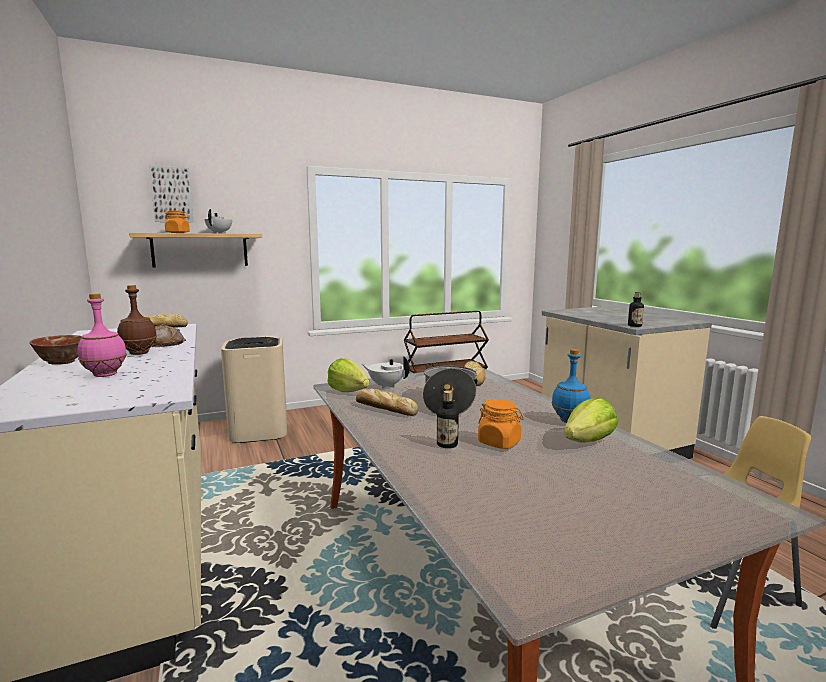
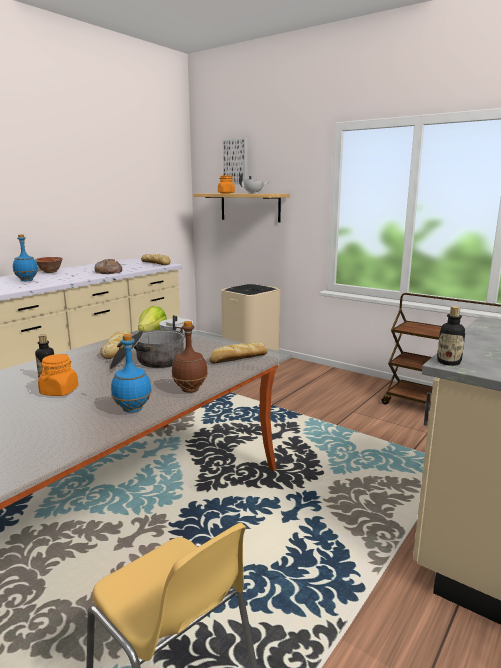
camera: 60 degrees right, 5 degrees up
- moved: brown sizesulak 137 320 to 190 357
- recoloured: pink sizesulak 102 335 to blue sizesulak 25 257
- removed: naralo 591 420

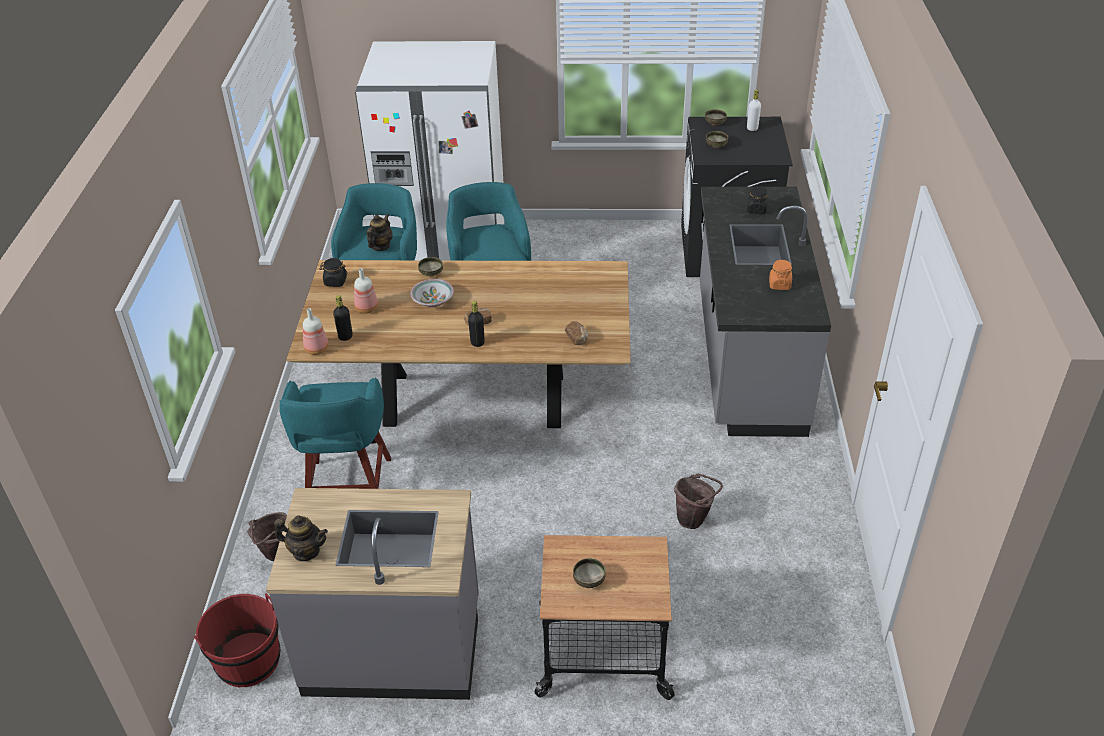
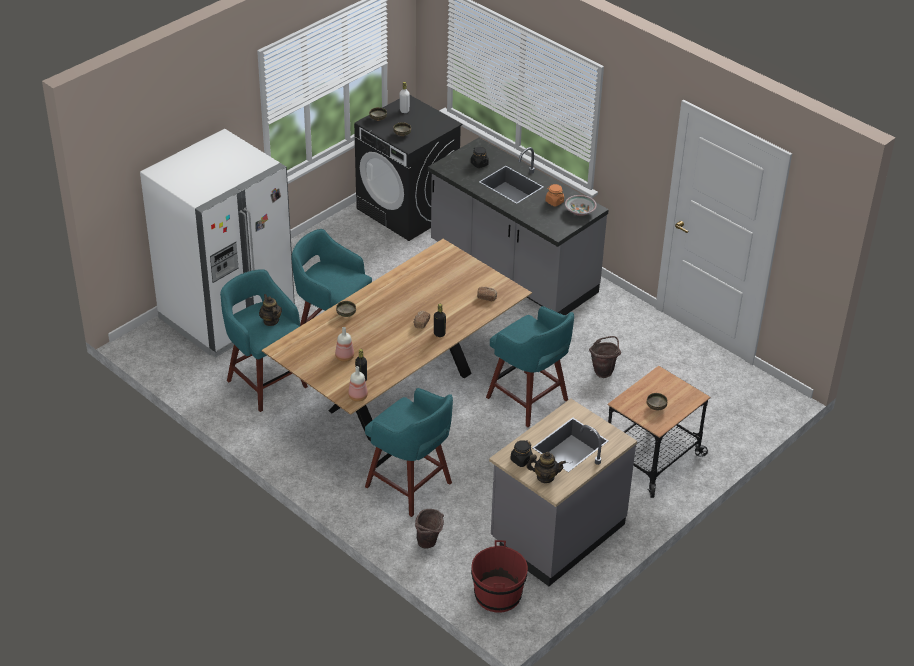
camera: 50 degrees left, 0 degrees up
- moved: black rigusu 333 272 to 522 453
- moved: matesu 432 293 to 581 205
- turned: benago 301 538 = 546 467 45 degrees clockwise
- added: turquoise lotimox 530 366

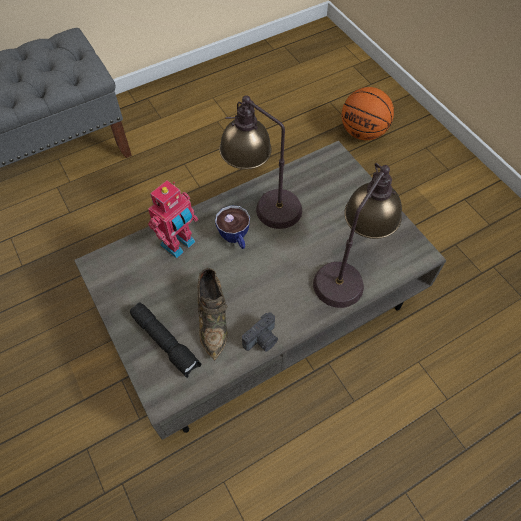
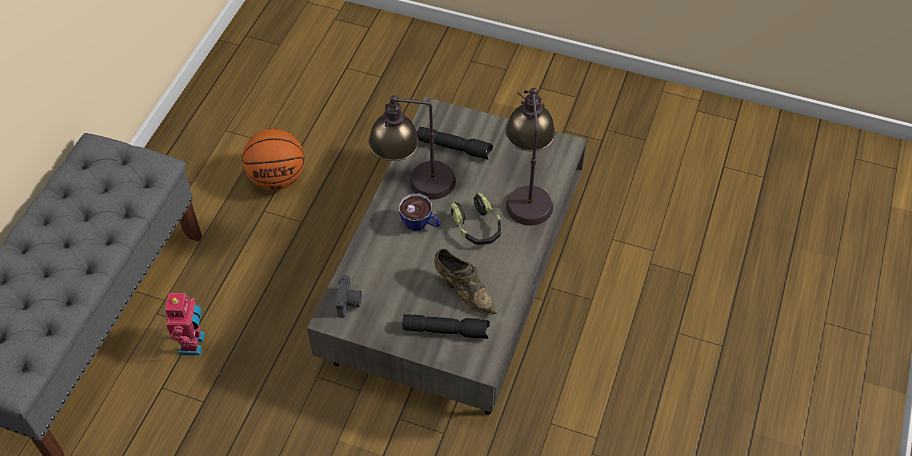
camera: 40 degrees left, 5 degrees down
- moved: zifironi 368 113 to 273 159
- moved: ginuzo 173 219 to 185 323
- moved: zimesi 260 332 to 349 296
- added: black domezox 454 143
- added: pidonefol 475 219

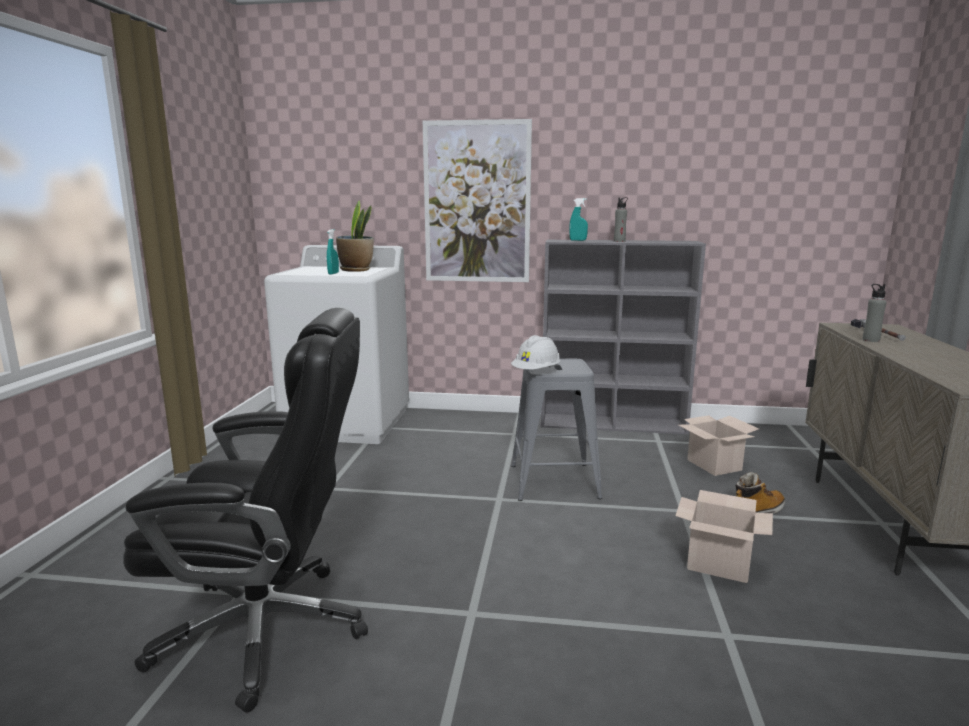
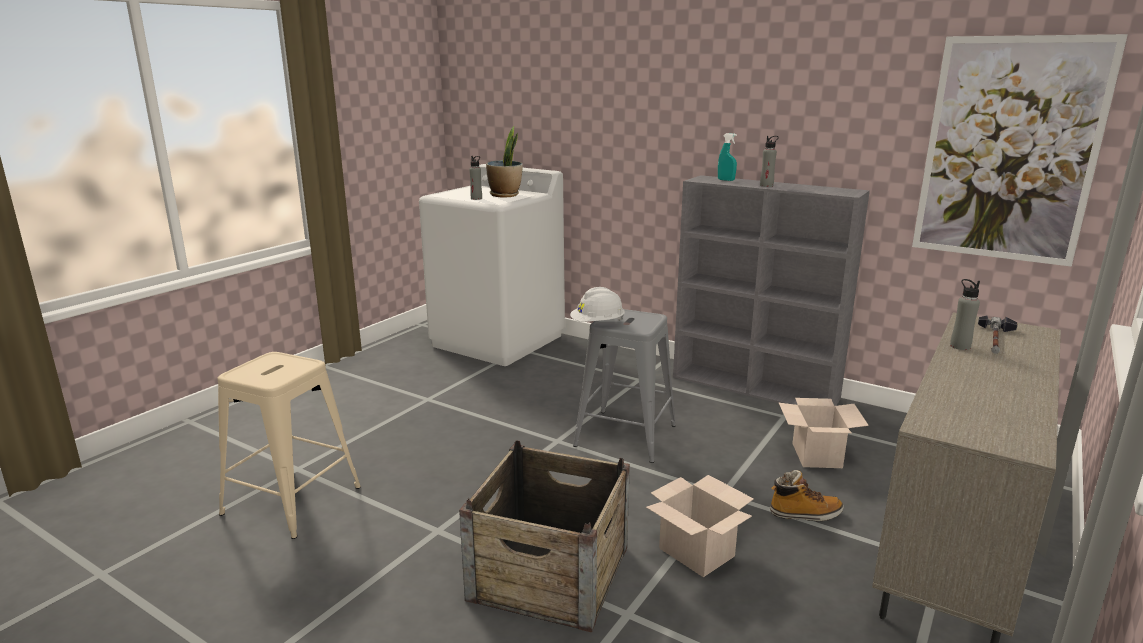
camera: 25 degrees right, 5 degrees up
- moved: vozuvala 477 200 to 1020 150
- replaced: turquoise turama 333 251 to grey sizesulak 475 178
- replaced: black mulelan 245 510 to beige lotimox 289 445
- added: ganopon 544 536

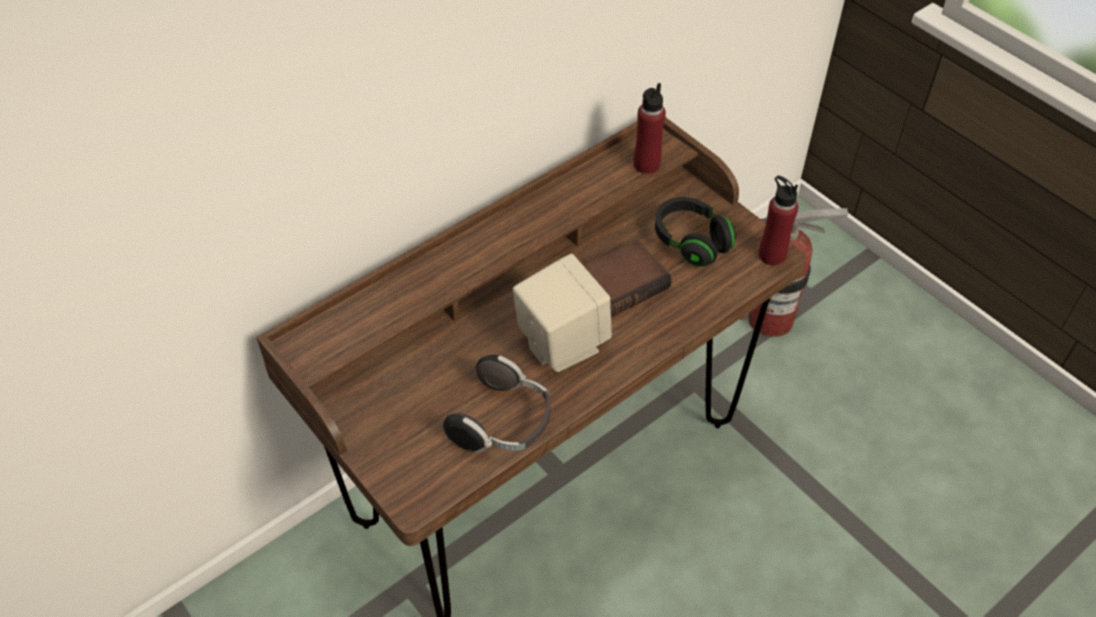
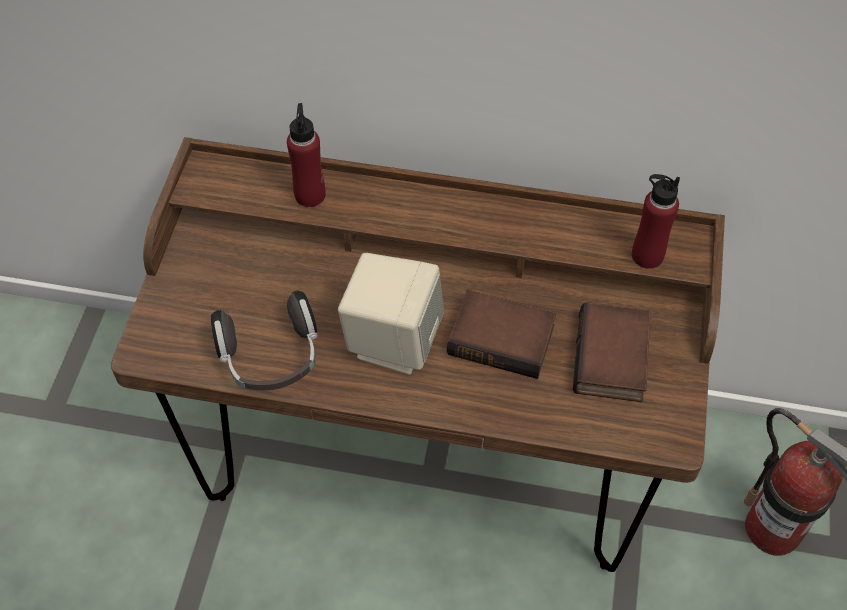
camera: 50 degrees right, 5 degrees up
- moved: red sizesulak 778 221 to 306 155
- replaced: black pidonefol 695 232 to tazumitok 612 352

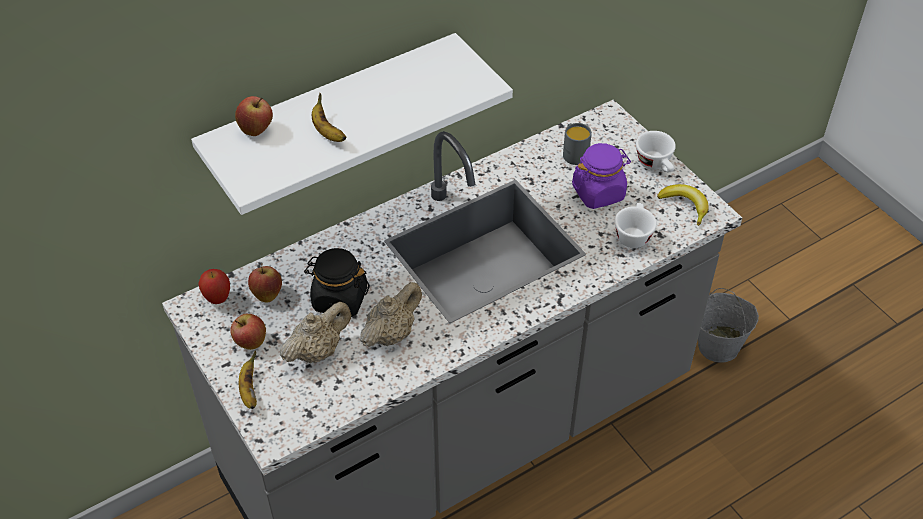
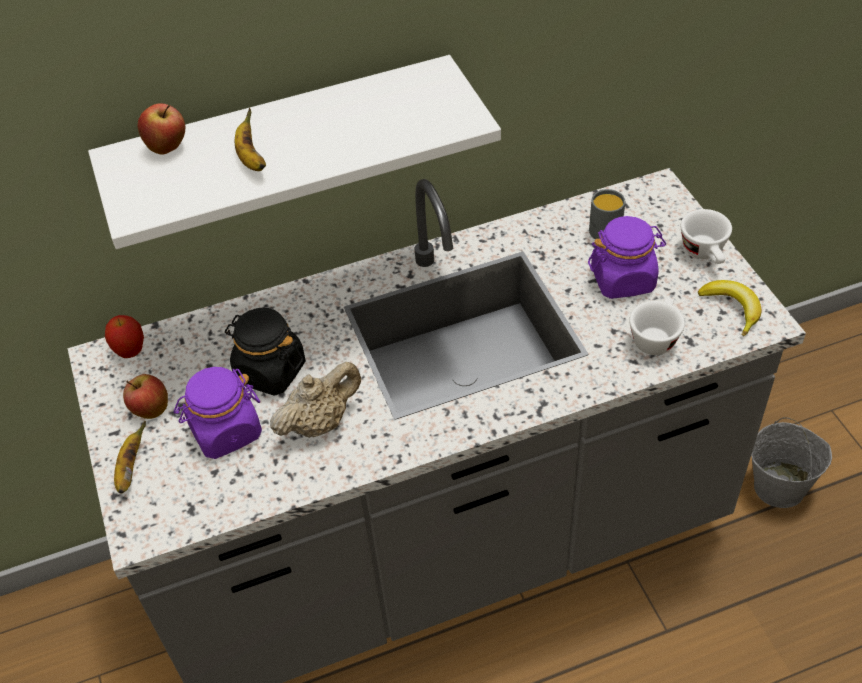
camera: 15 degrees right, 0 degrees up
- removed: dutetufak 265 283
- replaced: beige benago 315 332 to purple rigusu 218 413

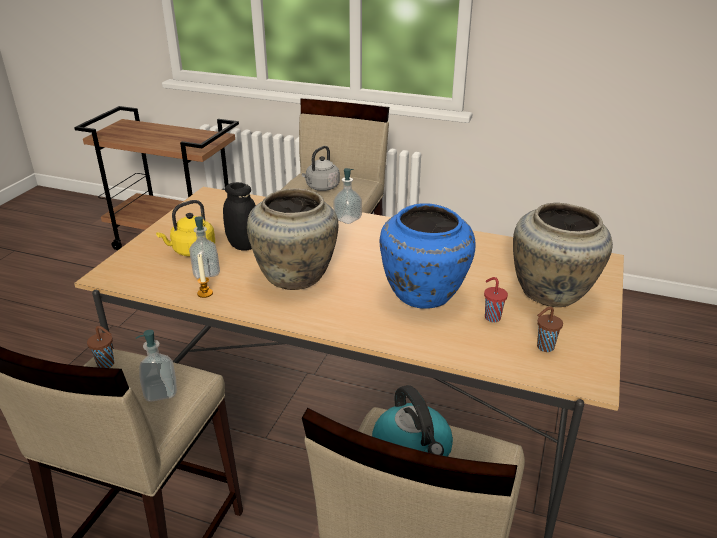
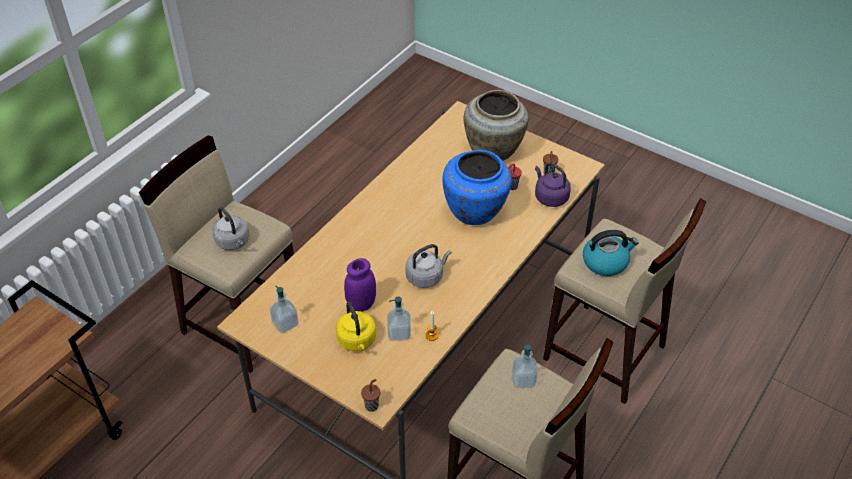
camera: 75 degrees left, 15 degrees up
- moved: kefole 347 196 to 284 309
- recoloured: black rigusu 239 216 to purple rigusu 360 285
- replaced: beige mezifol 292 239 to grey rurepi 428 266
- moved: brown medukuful 100 347 to 370 395
- added: purple rurepi 553 185

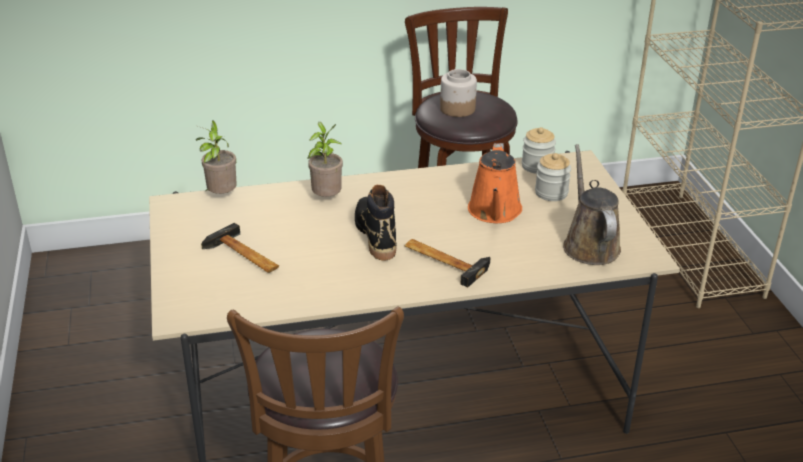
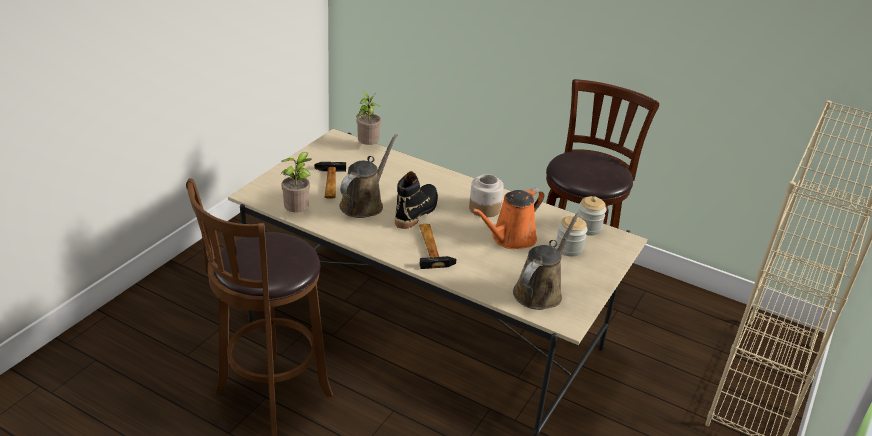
camera: 40 degrees right, 0 degrees up
- moved: rigusu 458 93 to 486 195
- moved: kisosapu 325 159 to 296 182
- added: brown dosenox 368 176

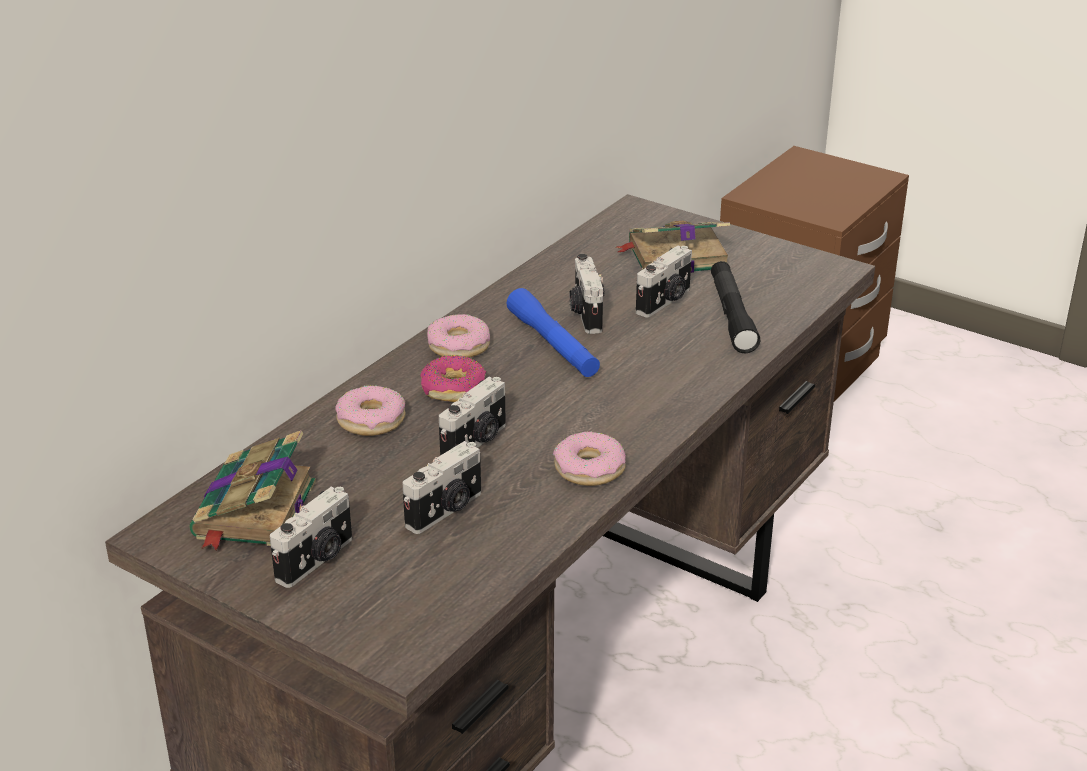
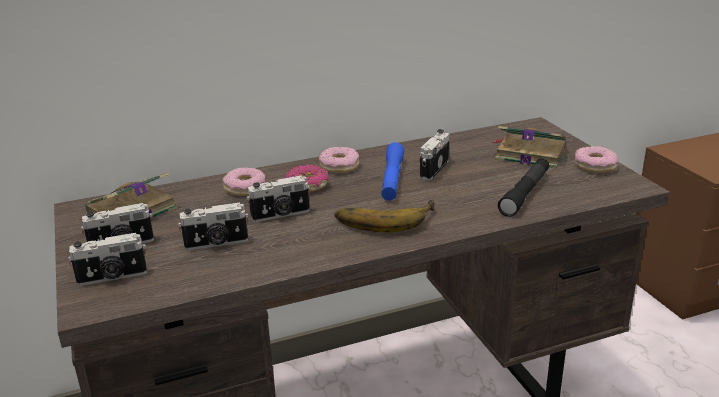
camera: 35 degrees right, 5 degrees down
- moved: zimesi 664 281 to 107 259
- moved: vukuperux 589 458 to 596 159
- added: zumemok 384 216

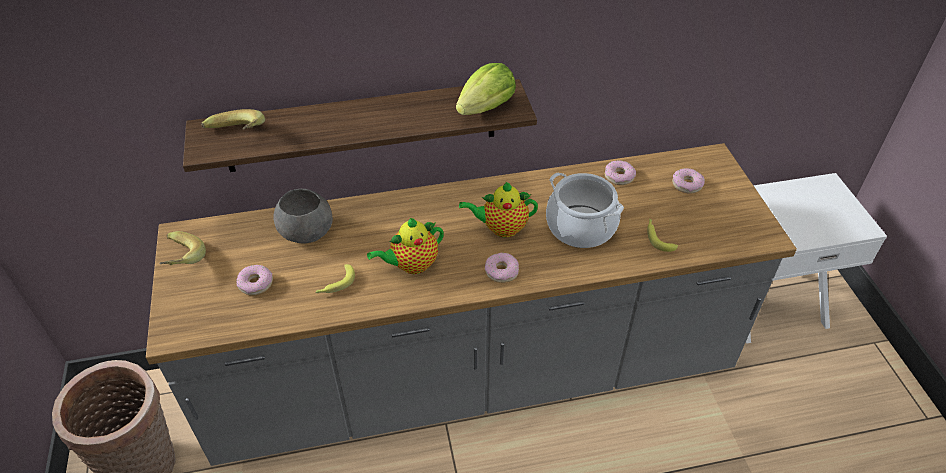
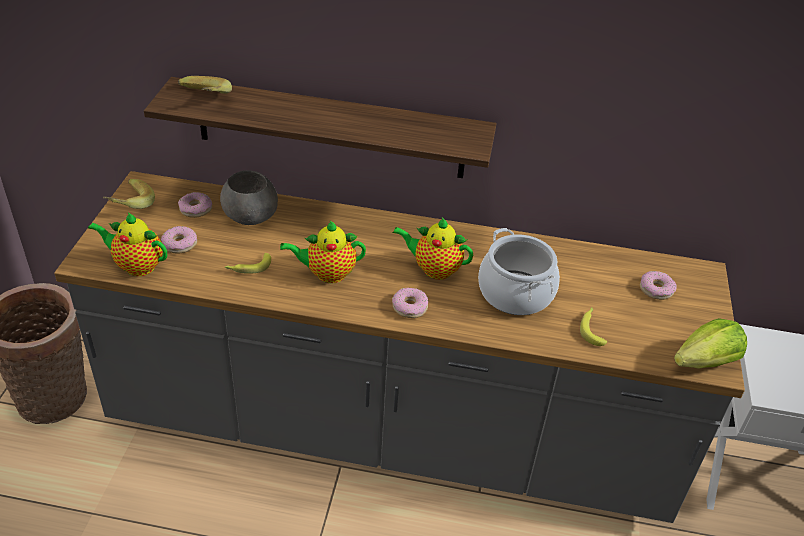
camera: 20 degrees right, 5 degrees down
- moved: naralo 486 89 to 710 343
- moved: vukuperux 620 172 to 195 205
- added: benago 127 244

